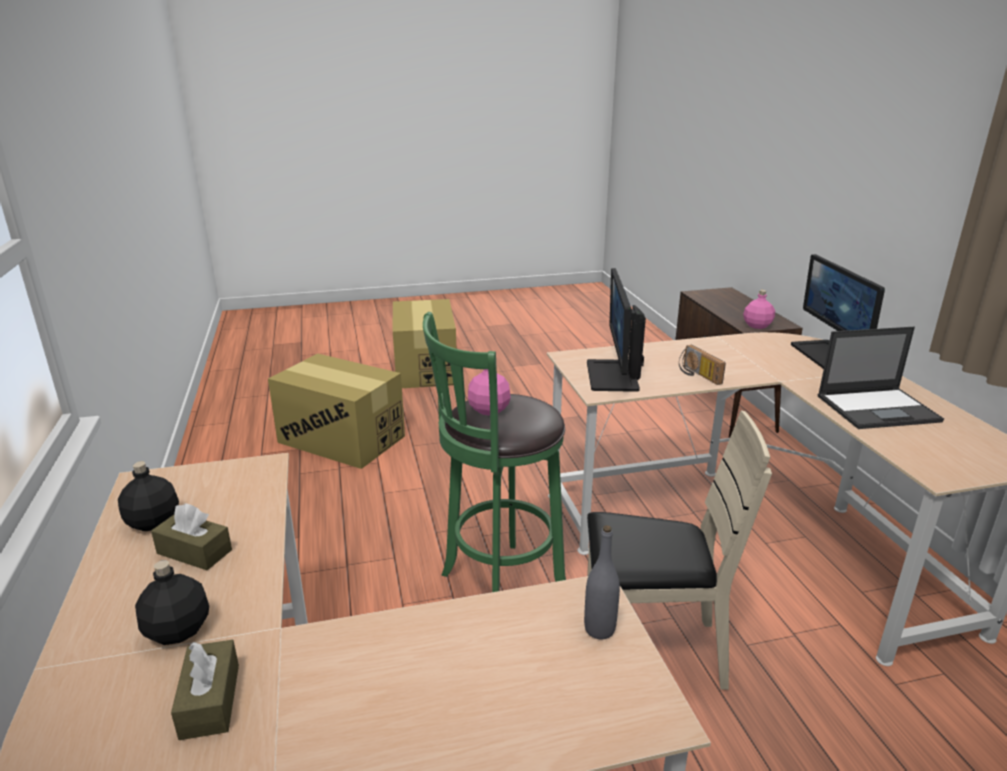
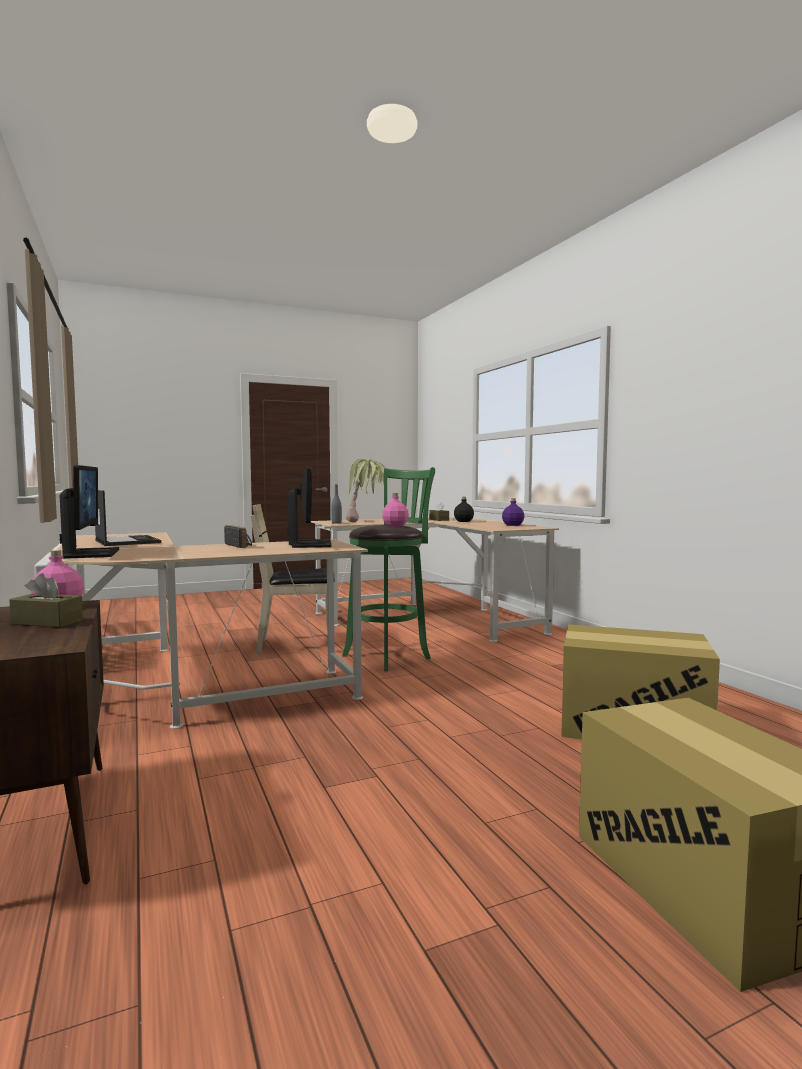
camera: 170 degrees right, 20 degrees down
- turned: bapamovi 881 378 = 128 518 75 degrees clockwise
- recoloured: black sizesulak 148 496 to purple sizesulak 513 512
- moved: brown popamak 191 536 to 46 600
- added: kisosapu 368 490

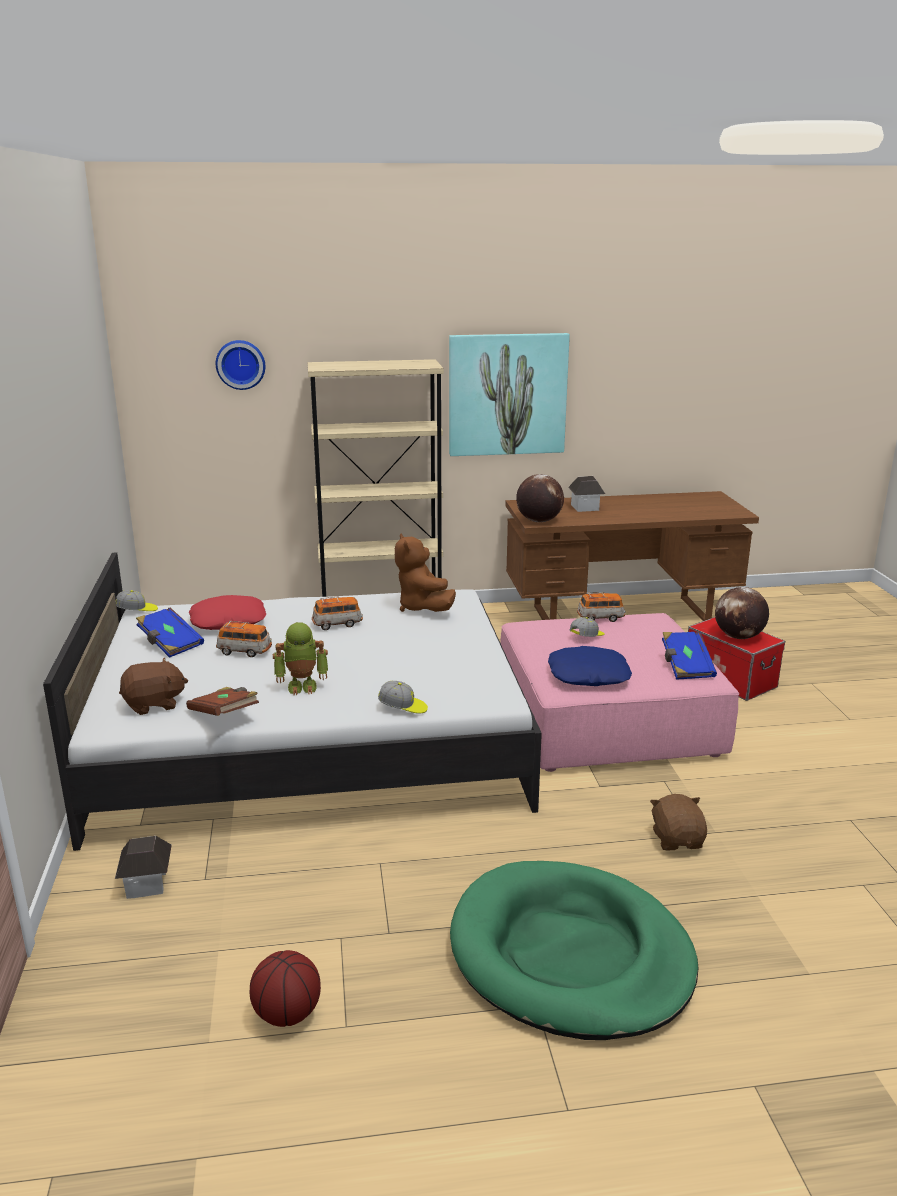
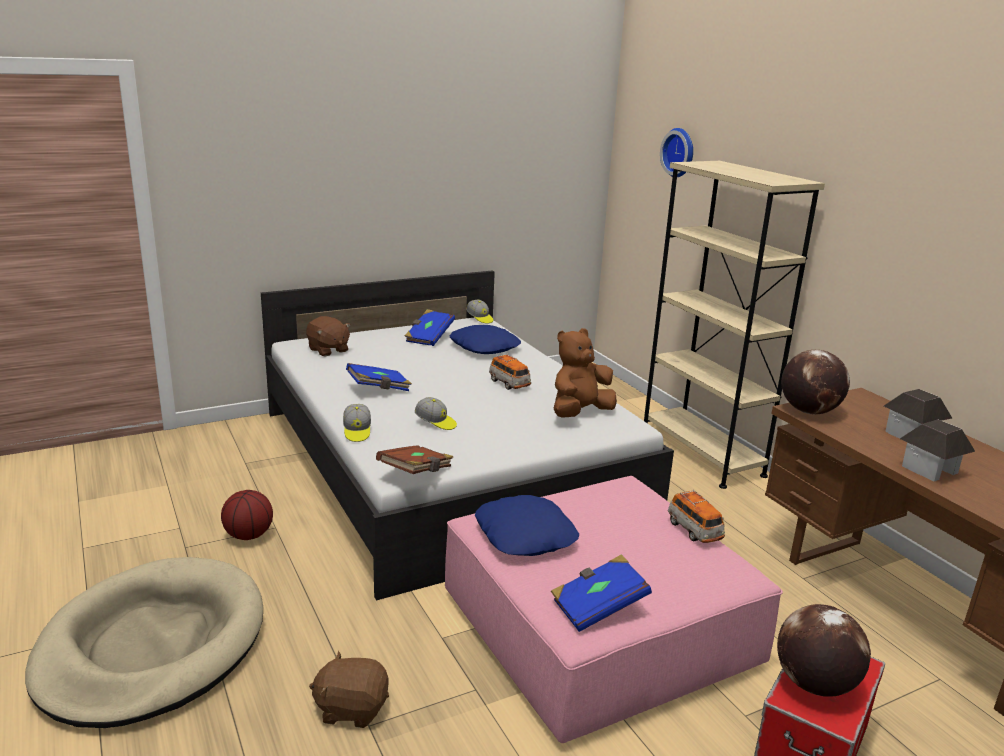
camera: 70 degrees right, 0 degrees up
- removed: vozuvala 509 394
- recoloured: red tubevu 227 612 to blue tubevu 485 339
- moved: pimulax 587 627 to 436 413
- removed: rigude 244 639
- replaced: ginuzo 300 658 to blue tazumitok 379 377
- moved: brown tazumitok 222 701 to 414 459
- turned: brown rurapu 678 822 = 349 689 150 degrees counterclockwise
- moved: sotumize 143 867 to 937 450
- recoloured: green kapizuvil 574 950 to beige kapizuvil 144 642
- moved: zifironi 285 988 to 247 515

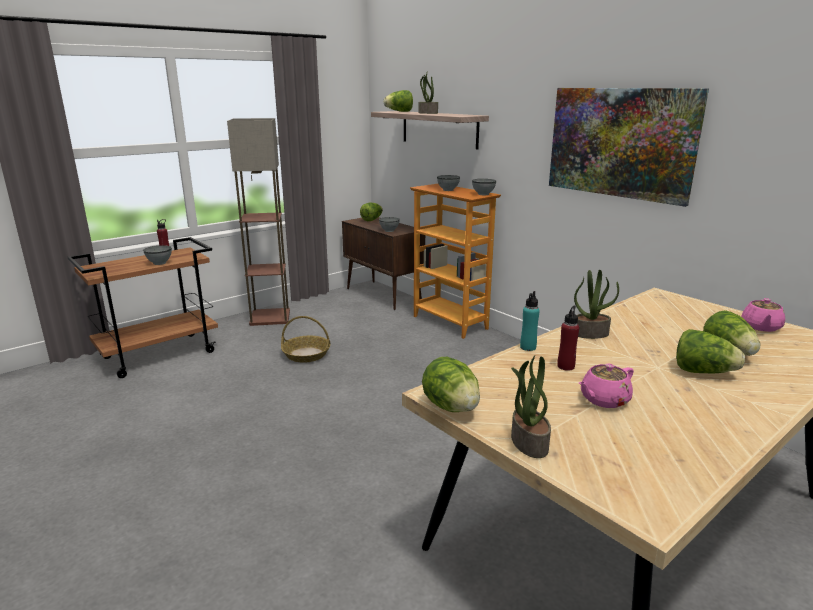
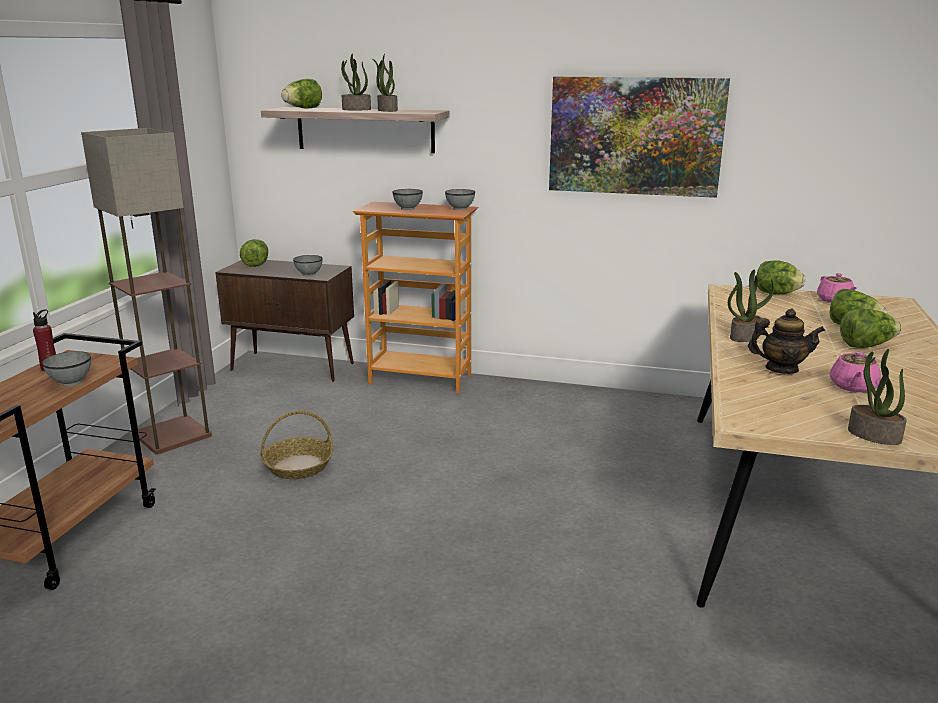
camera: 35 degrees left, 0 degrees up
- removed: turquoise sizesulak 530 321
- replaced: red sizesulak 568 338 to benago 786 341
- moved: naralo 451 384 to 781 277
- added: kisosapu 385 83

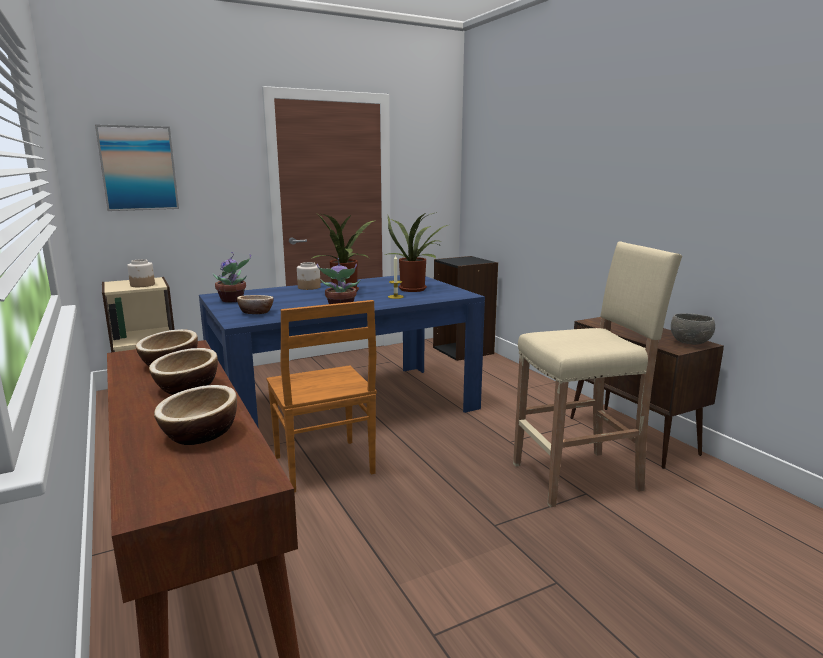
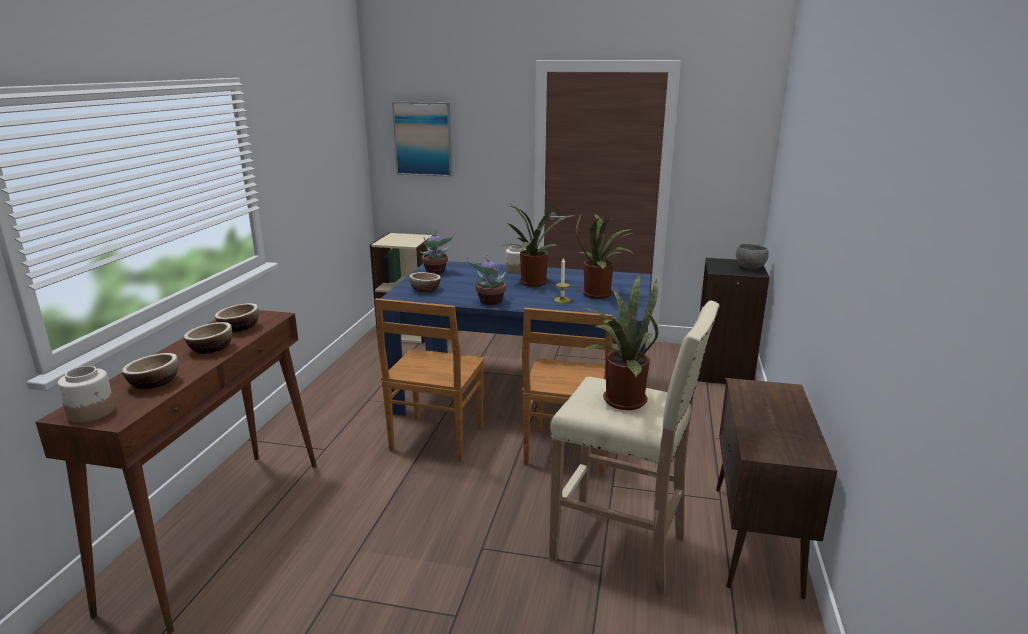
camera: 40 degrees right, 5 degrees up
- moved: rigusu 141 273 to 86 394
- moved: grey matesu 693 329 to 752 256
- added: kisosapu 619 342
- added: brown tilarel 567 391

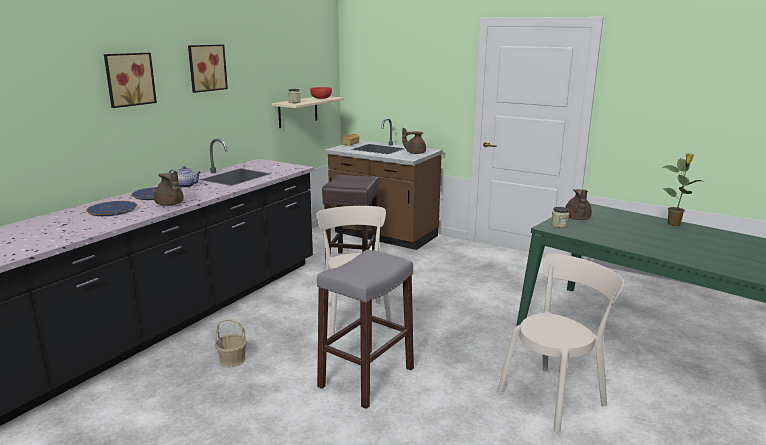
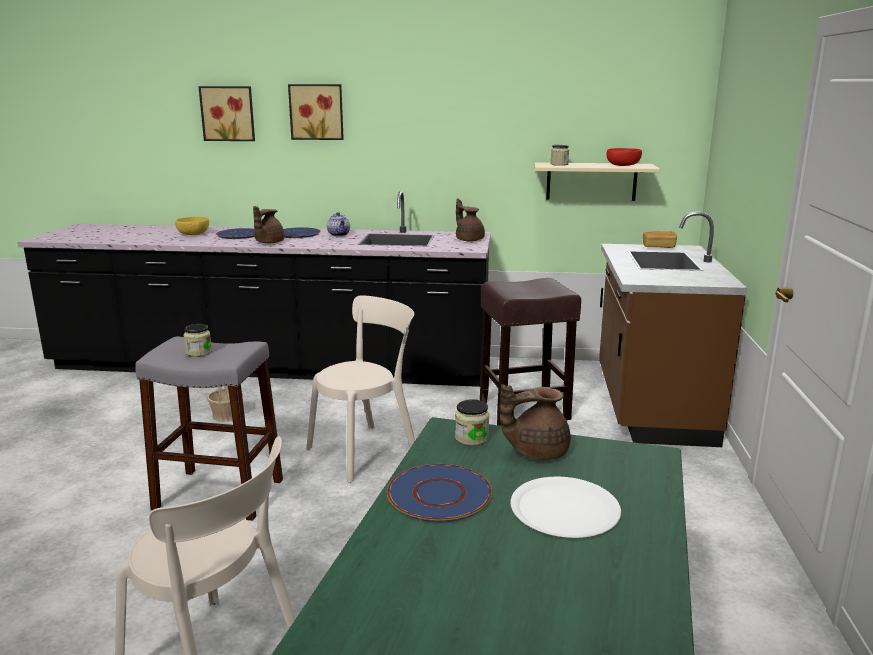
camera: 65 degrees right, 0 degrees up
- moved: vozuvala 208 69 to 226 113
- moved: brown benago 414 141 to 470 219
- removed: kisosapu 681 189
- added: yellow matesu 192 225
- added: rigusu 198 340
- added: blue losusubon 439 493
- added: white losusubon 566 507

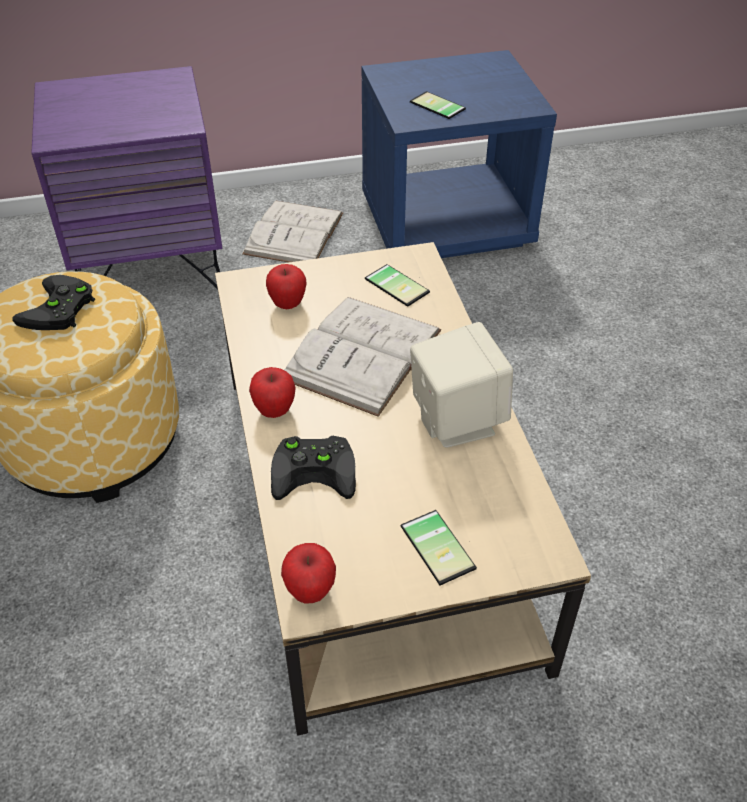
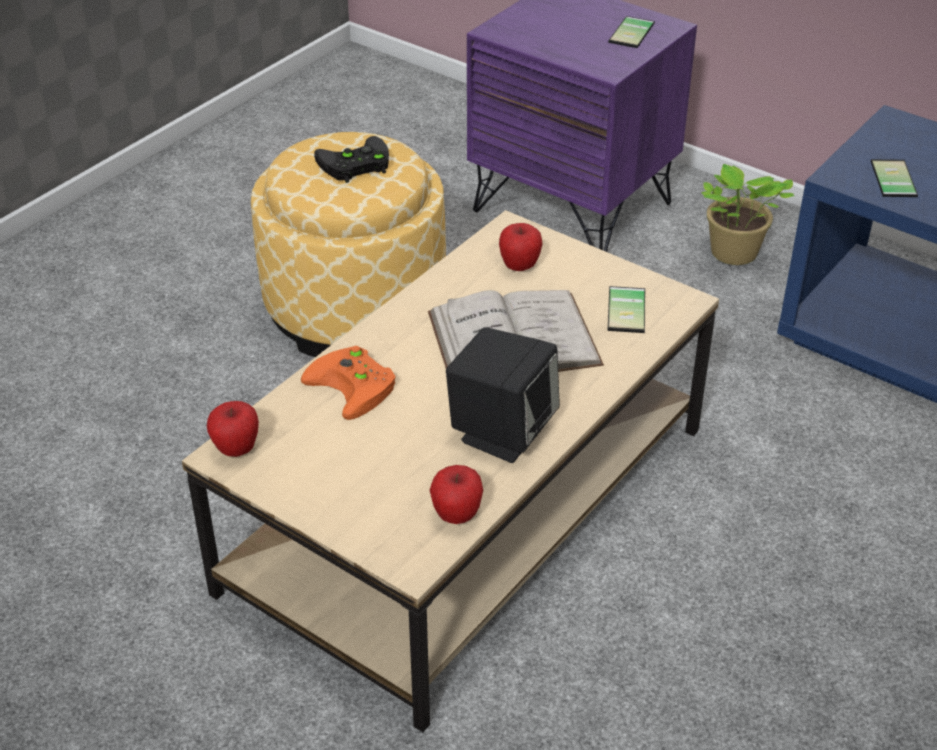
camera: 50 degrees right, 5 degrees down
- replaced: white tazumitok 292 232 to kisosapu 748 214
- recoloured: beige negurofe 461 385 to black negurofe 503 395
- moved: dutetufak 272 392 to 456 494
- recoloured: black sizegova 313 468 to orange sizegova 348 383
- moved: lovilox 439 547 to 631 32

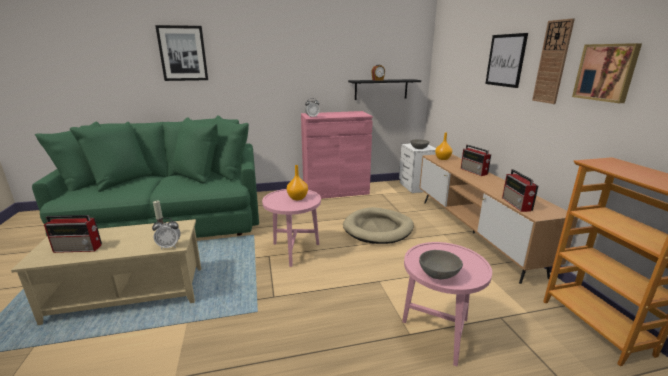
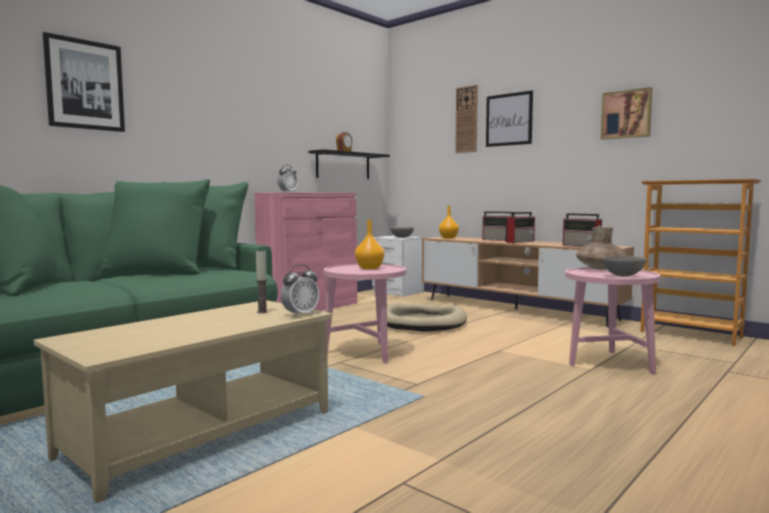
camera: 35 degrees left, 15 degrees down
- moved: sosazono 553 61 to 466 119
- moved: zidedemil 73 234 to 520 227
- added: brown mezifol 601 248

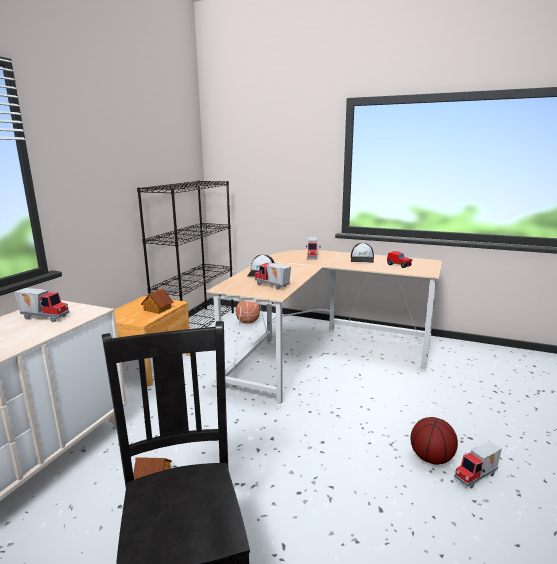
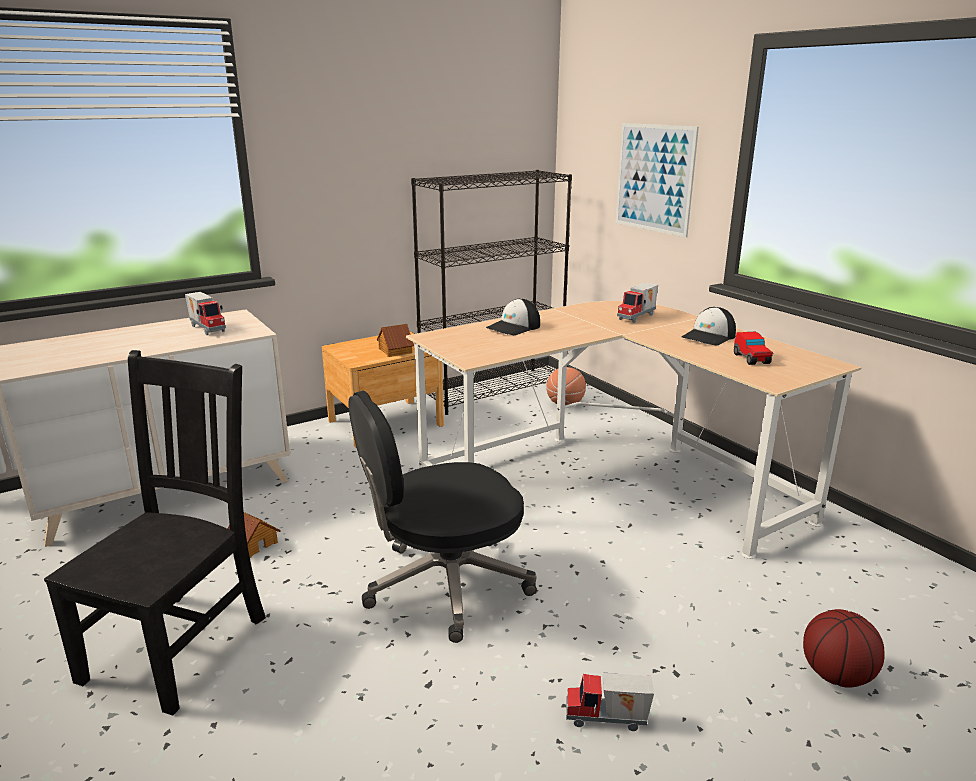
camera: 35 degrees right, 5 degrees up
- removed: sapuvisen 273 276
- moved: zifironi 434 441 to 844 648
- added: vozuvala 657 180
- added: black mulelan 442 517

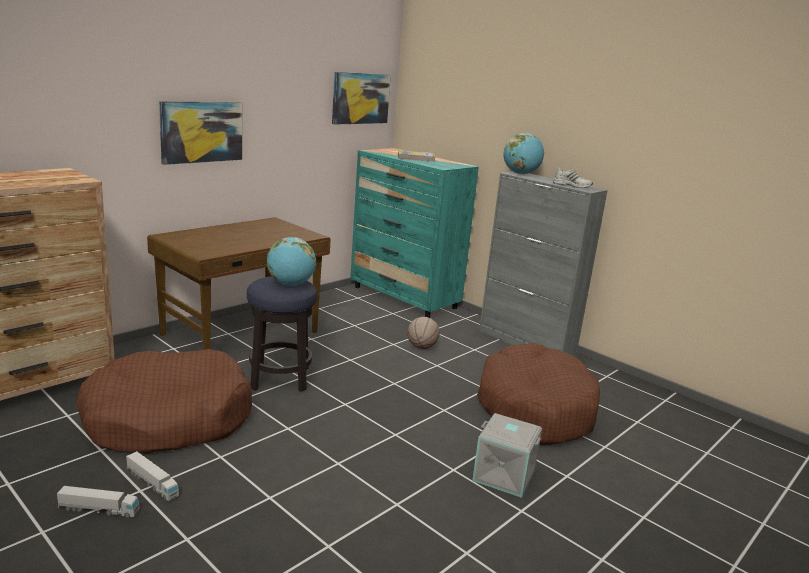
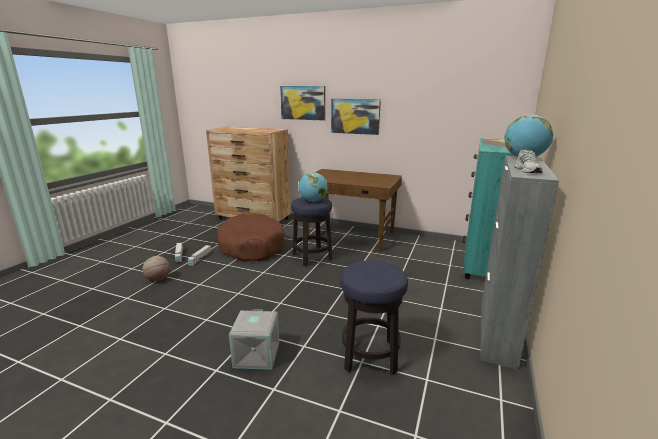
camera: 70 degrees right, 0 degrees up
- moved: vozuvala 361 98 to 302 103
- moved: zifironi 423 333 to 156 268
- replaced: brown kapizuvil 538 394 to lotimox 374 317

